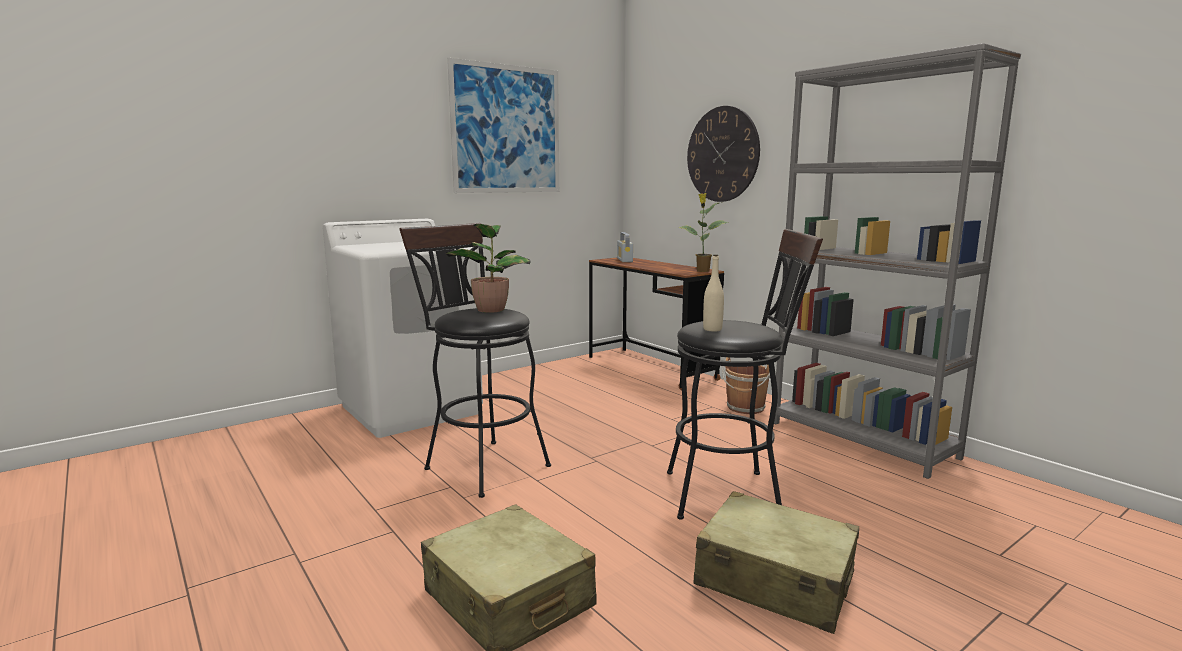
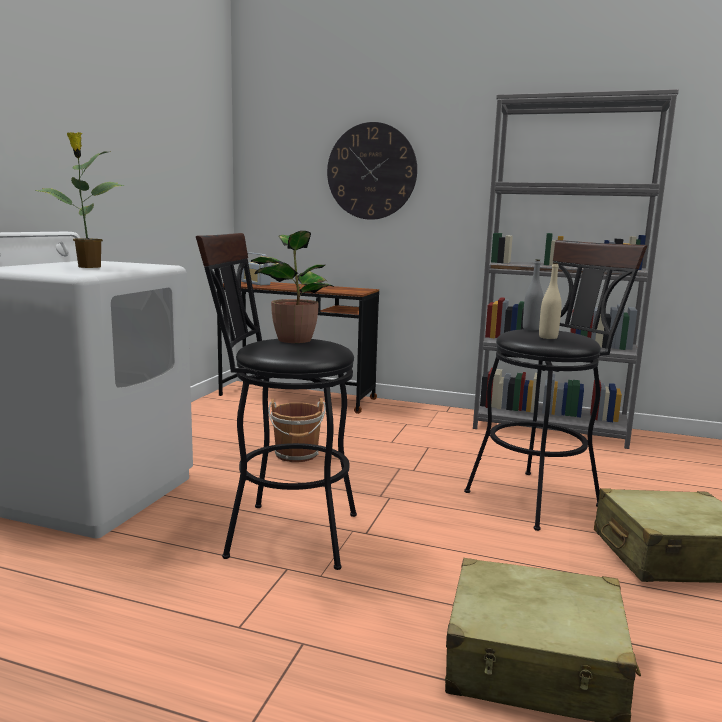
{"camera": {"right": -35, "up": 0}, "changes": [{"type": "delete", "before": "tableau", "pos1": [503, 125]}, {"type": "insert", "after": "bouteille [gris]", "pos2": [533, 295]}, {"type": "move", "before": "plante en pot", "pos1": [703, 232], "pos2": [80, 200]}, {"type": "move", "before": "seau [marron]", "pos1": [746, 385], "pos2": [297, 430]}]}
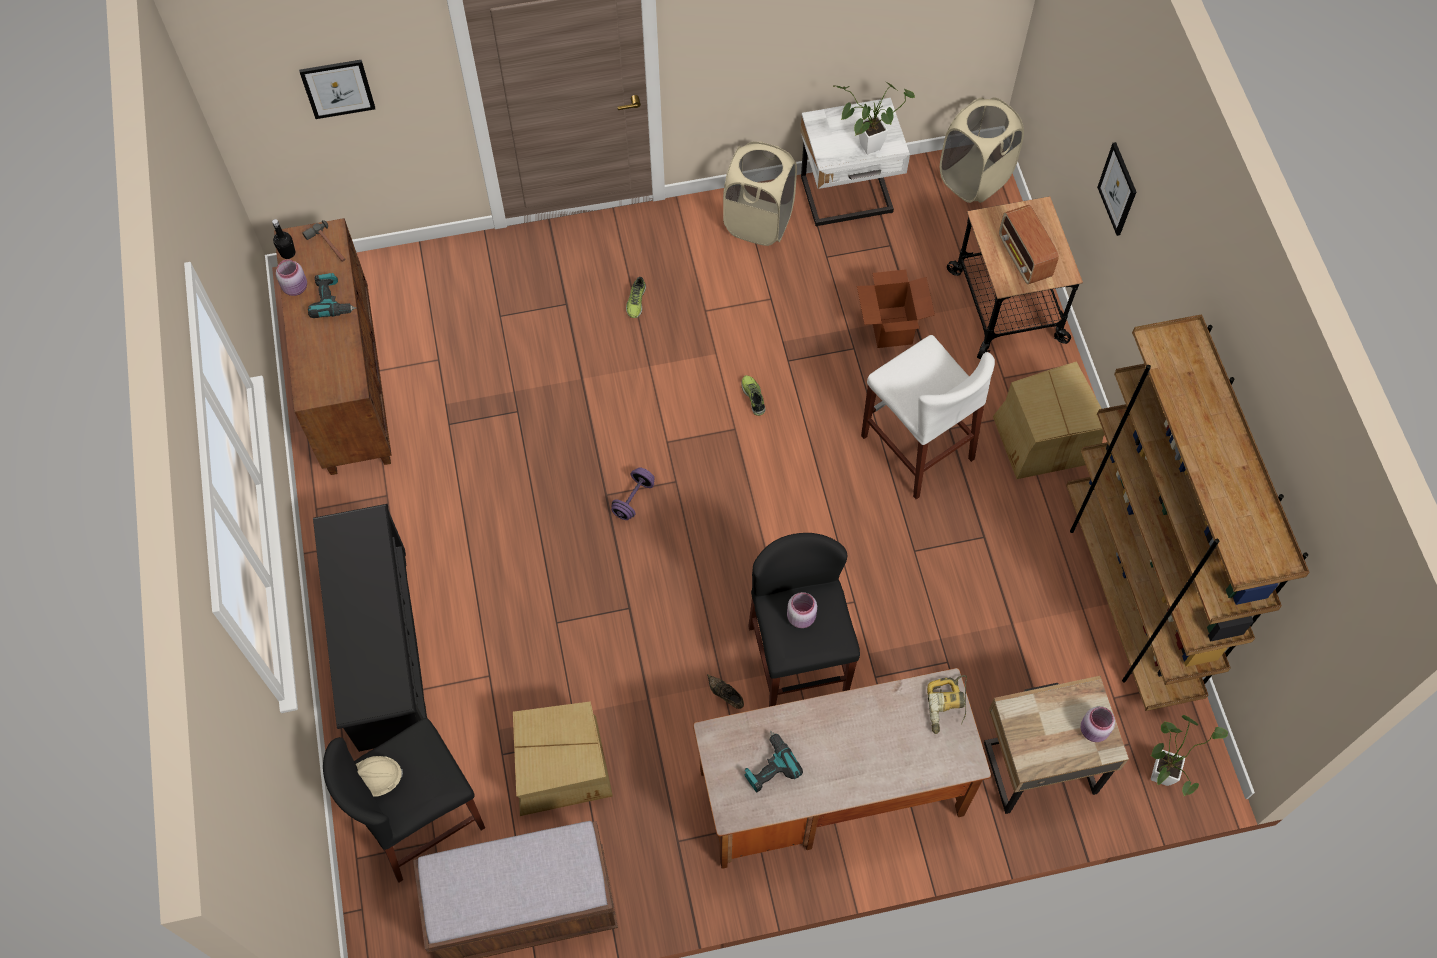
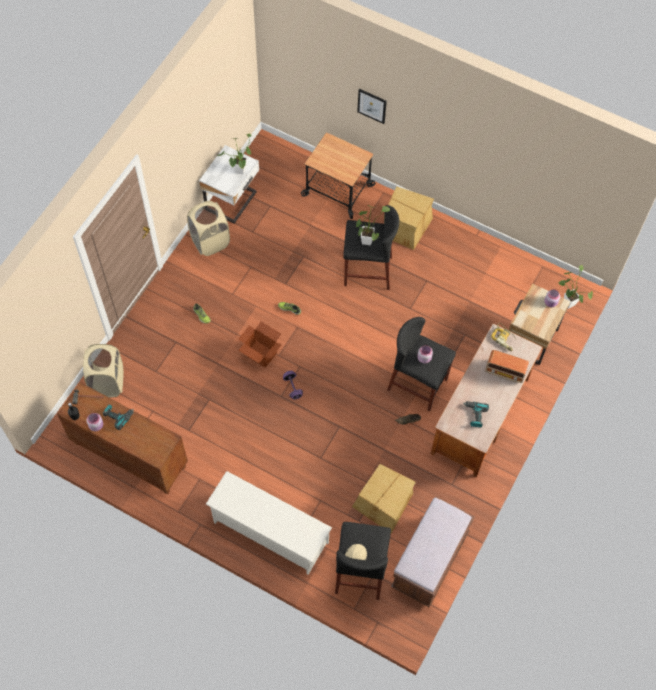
{"camera": {"right": -50, "up": 0}, "changes": [{"type": "delete", "before": "tableau", "pos1": [337, 89]}, {"type": "delete", "before": "bibliothèque [marron]", "pos1": [1188, 512]}, {"type": "insert", "after": "plante en pot", "pos2": [373, 225]}, {"type": "move", "before": "carton", "pos1": [896, 308], "pos2": [260, 344]}, {"type": "move", "before": "panier à linge [beige]", "pos1": [982, 150], "pos2": [103, 371]}, {"type": "move", "before": "radio", "pos1": [1029, 244], "pos2": [507, 366]}, {"type": "recolor", "before": "étagère à chaussures [noir]", "after": "étagère à chaussures [blanc]", "pos1": [370, 628], "pos2": [269, 523]}, {"type": "recolor", "before": "tabouret [blanc]", "after": "tabouret [noir]", "pos1": [928, 417], "pos2": [371, 247]}]}
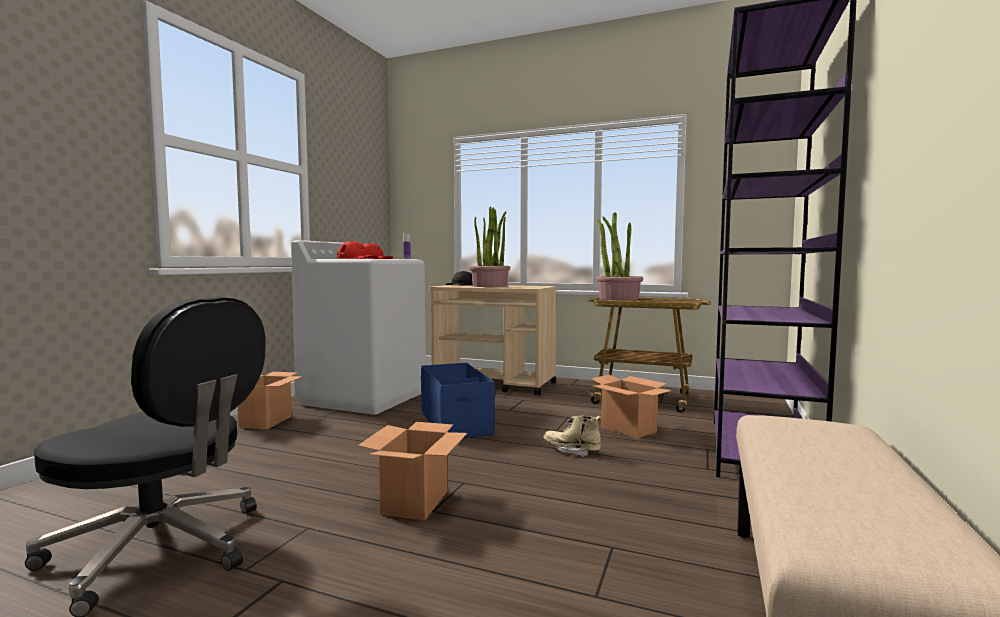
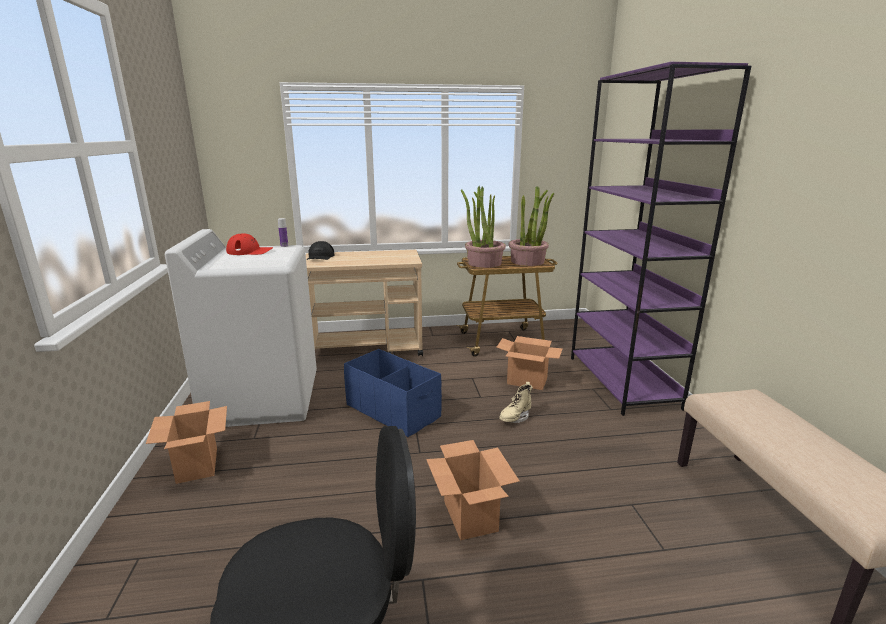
{"camera": {"right": -30, "up": 15}, "changes": [{"type": "delete", "before": "casquette [rouge]", "pos1": [358, 250]}, {"type": "move", "before": "plante en pot", "pos1": [489, 247], "pos2": [531, 226]}, {"type": "rotate", "before": "botte [beige]", "pos1": [572, 436], "pos2": [516, 402], "turn": -45}]}
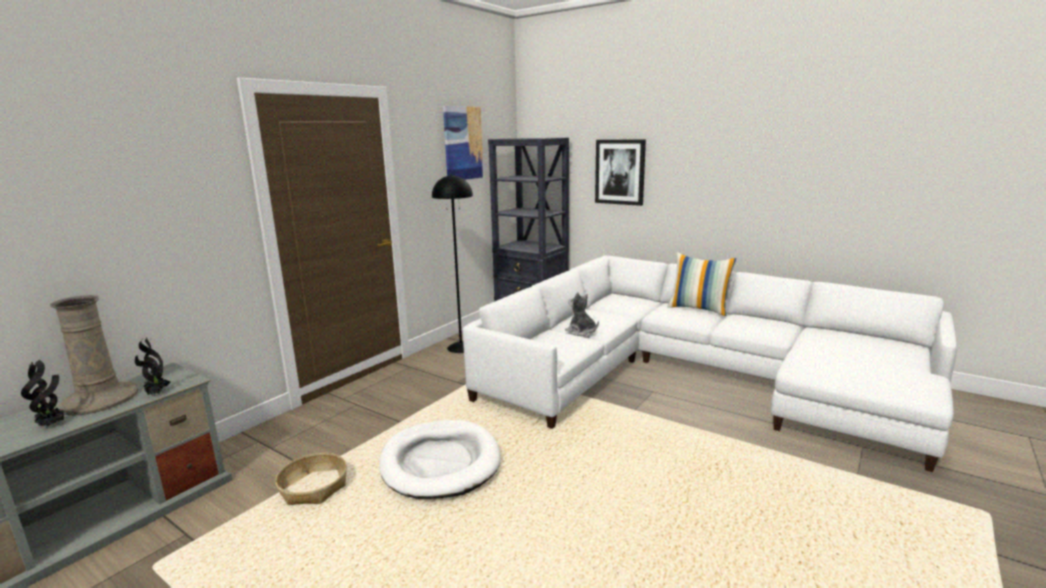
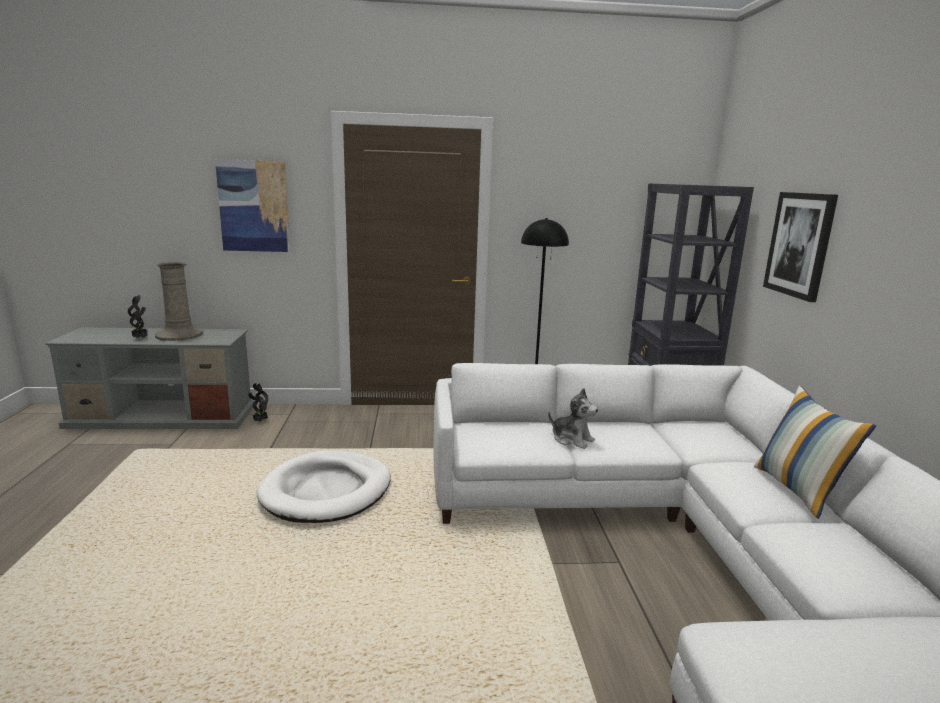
{"camera": {"right": 50, "up": 0}, "changes": [{"type": "delete", "before": "panier", "pos1": [311, 479]}, {"type": "move", "before": "plante en pot", "pos1": [153, 366], "pos2": [258, 402]}, {"type": "move", "before": "tableau", "pos1": [463, 143], "pos2": [252, 205]}, {"type": "rotate", "before": "peluche", "pos1": [582, 314], "pos2": [573, 418], "turn": 120}]}
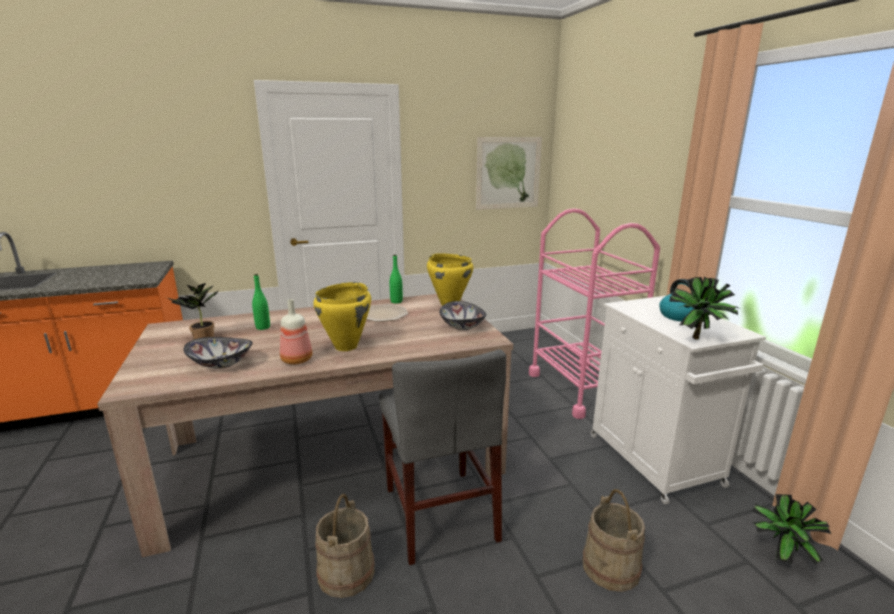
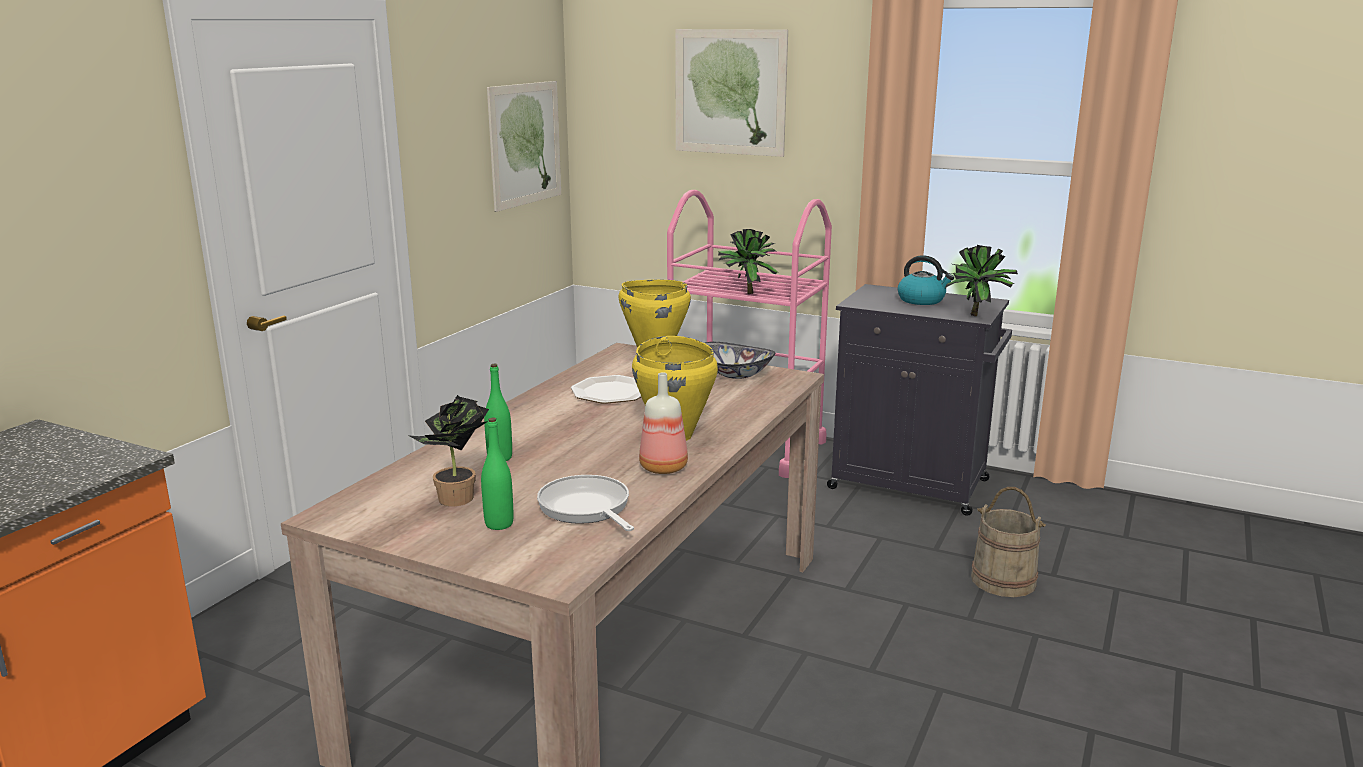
{"camera": {"right": -45, "up": 0}, "changes": [{"type": "delete", "before": "seau [beige]", "pos1": [345, 546]}, {"type": "delete", "before": "chaise [gris]", "pos1": [442, 457]}, {"type": "insert", "after": "tableau", "pos2": [731, 93]}, {"type": "move", "before": "bouteille [vert]", "pos1": [396, 279], "pos2": [497, 473]}, {"type": "move", "before": "plante en pot", "pos1": [791, 529], "pos2": [748, 261]}, {"type": "replace", "before": "bol", "after": "poêle", "pos1": [218, 353], "pos2": [585, 503]}, {"type": "recolor", "before": "meuble de rangement [blanc]", "after": "meuble de rangement [noir]", "pos1": [678, 400], "pos2": [919, 400]}]}
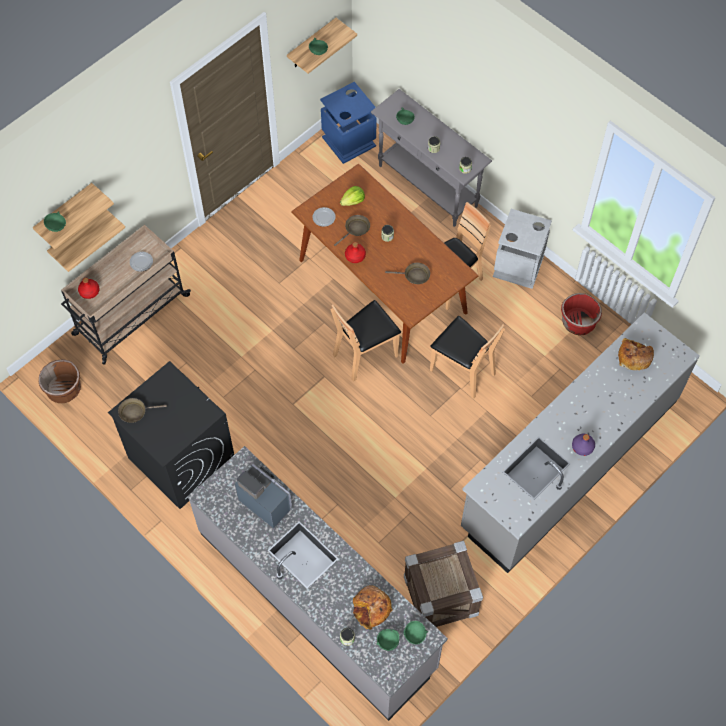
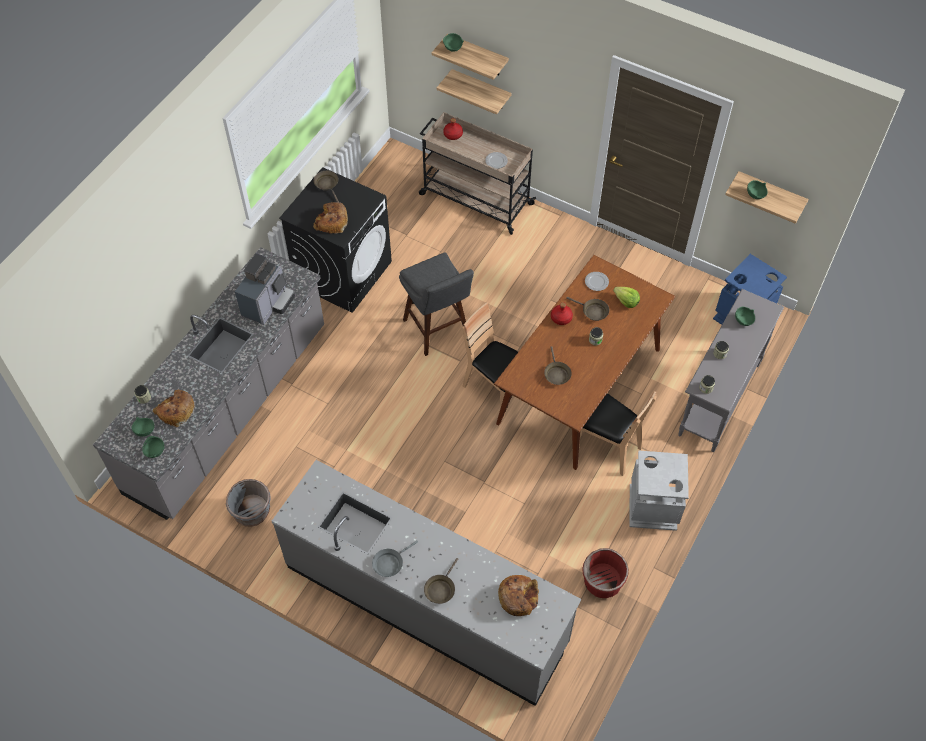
{"camera": {"right": 75, "up": -5}, "changes": [{"type": "delete", "before": "cache-pot [marron]", "pos1": [60, 381]}, {"type": "delete", "before": "chaise [marron]", "pos1": [467, 357]}, {"type": "insert", "after": "pain", "pos2": [330, 218]}, {"type": "insert", "after": "tabouret [gris]", "pos2": [436, 304]}, {"type": "insert", "after": "poêle [marron]", "pos2": [441, 581]}, {"type": "replace", "before": "caisse", "after": "cache-pot [gris]", "pos1": [443, 584], "pos2": [248, 503]}, {"type": "replace", "before": "bouteille [violet]", "after": "poêle [gris]", "pos1": [583, 445], "pos2": [395, 558]}]}
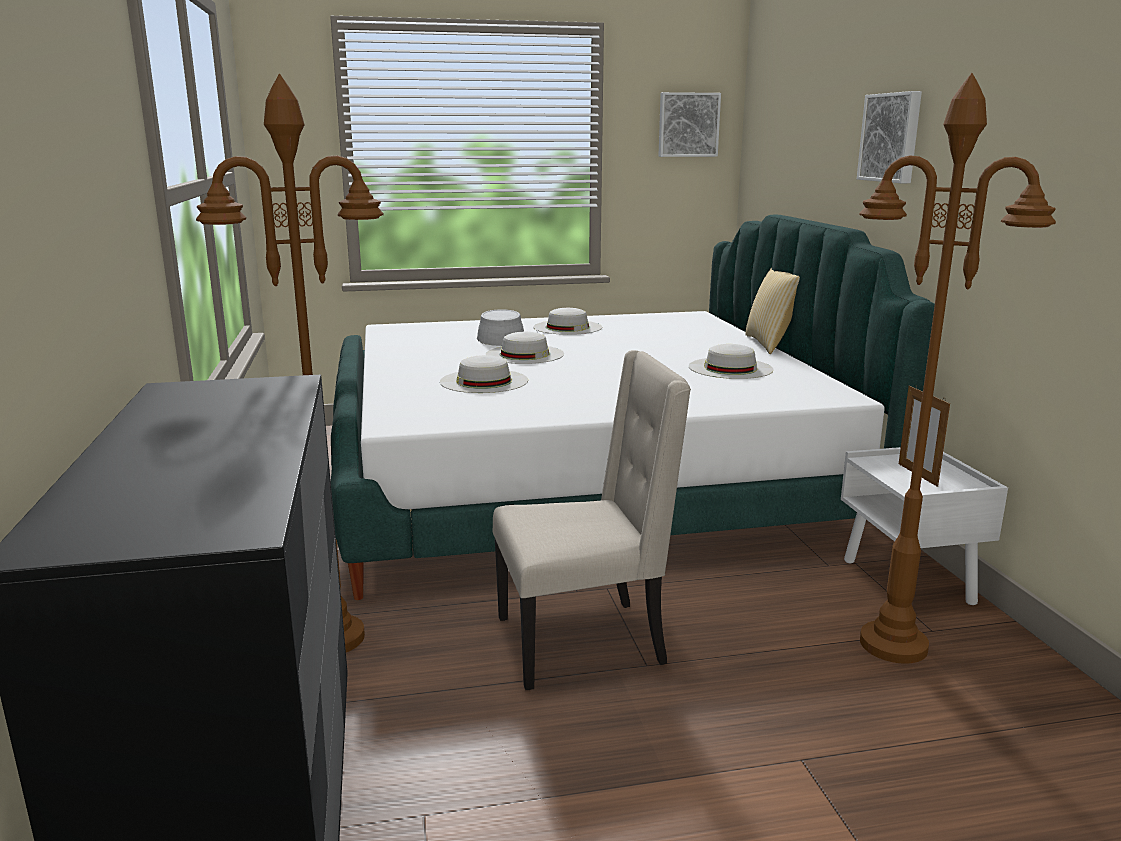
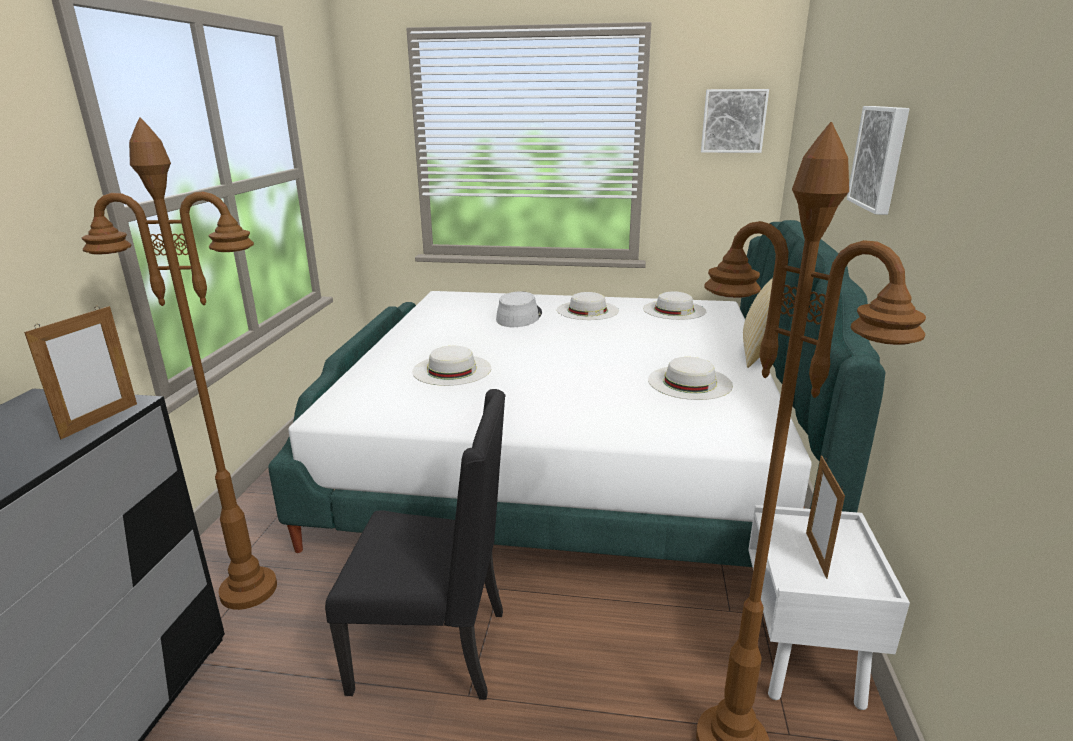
{"camera": {"right": 20, "up": 5}, "changes": [{"type": "insert", "after": "cadre photo", "pos2": [80, 372]}, {"type": "move", "before": "chapeau [blanc]", "pos1": [525, 348], "pos2": [674, 305]}, {"type": "recolor", "before": "chaise [beige]", "after": "chaise [noir]", "pos1": [592, 520], "pos2": [415, 544]}]}
